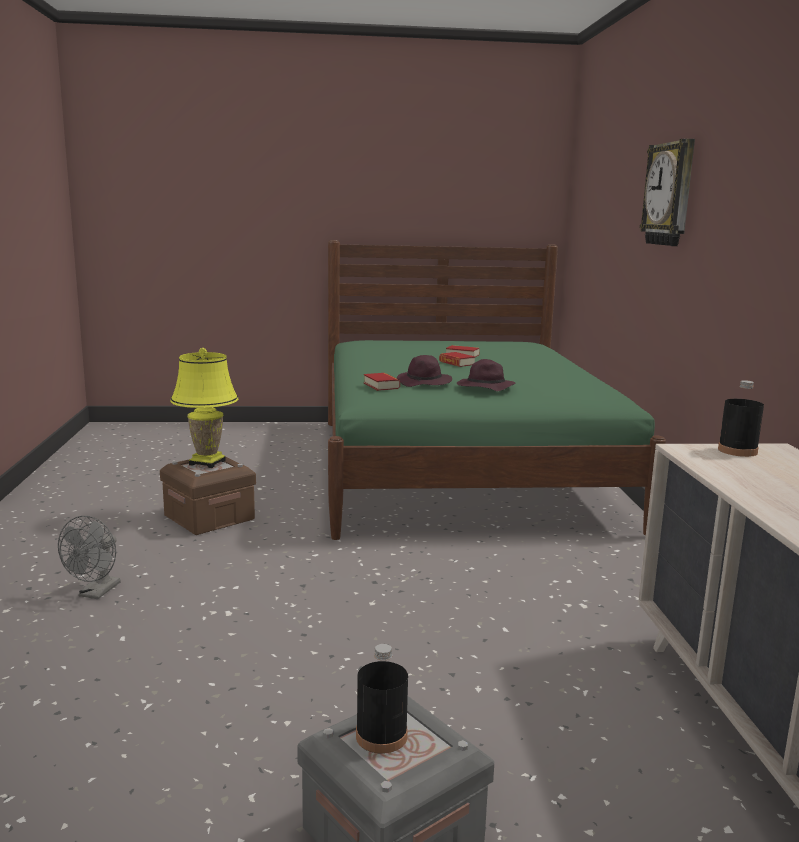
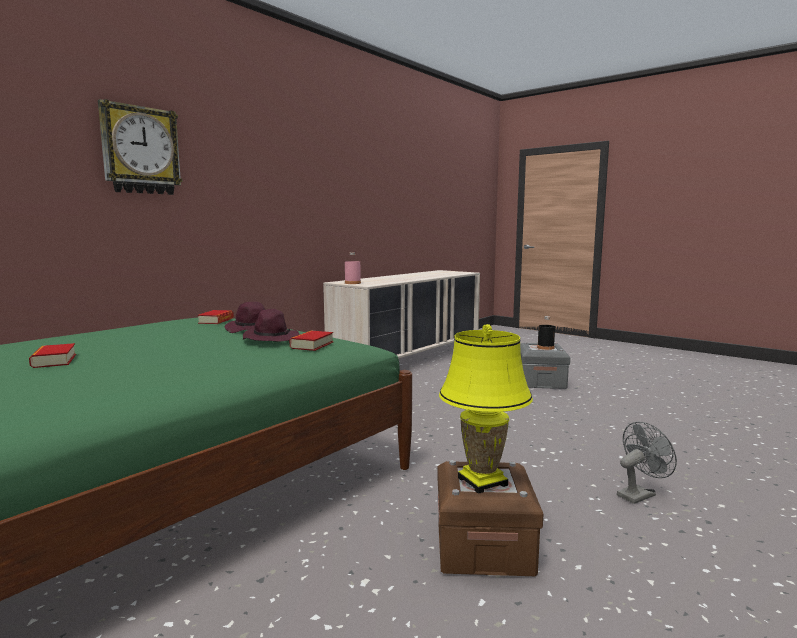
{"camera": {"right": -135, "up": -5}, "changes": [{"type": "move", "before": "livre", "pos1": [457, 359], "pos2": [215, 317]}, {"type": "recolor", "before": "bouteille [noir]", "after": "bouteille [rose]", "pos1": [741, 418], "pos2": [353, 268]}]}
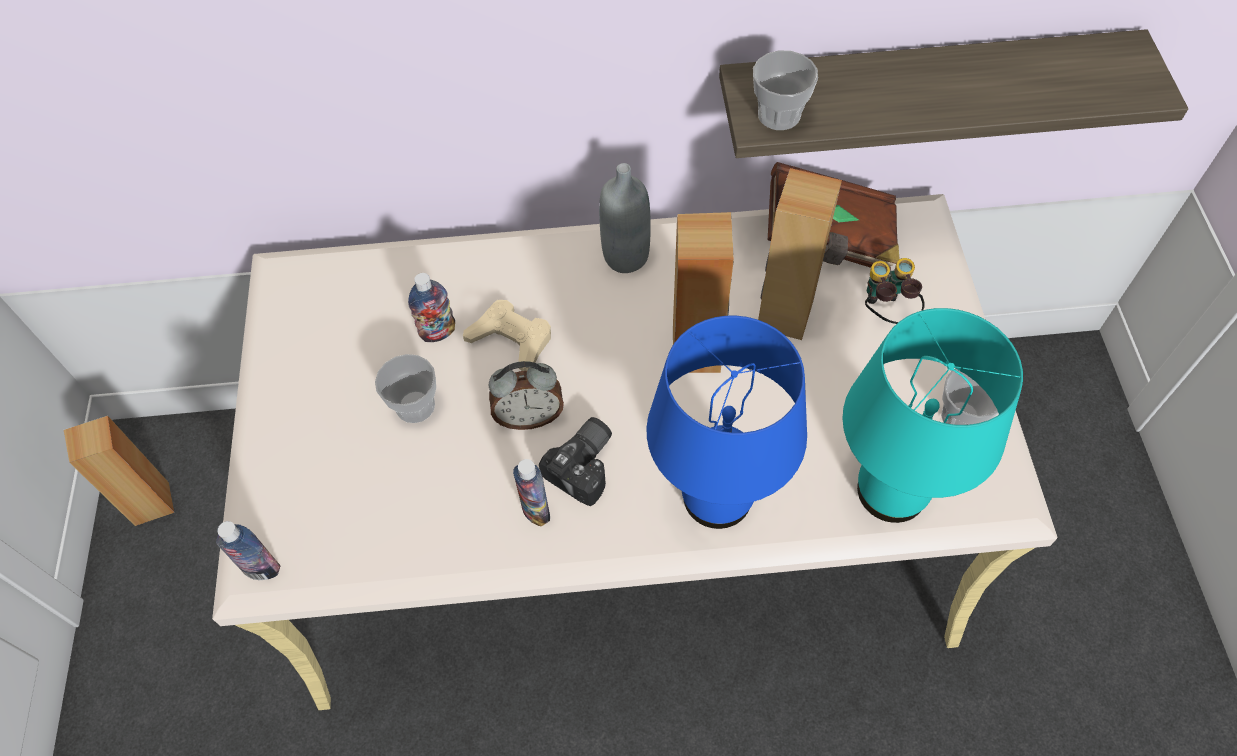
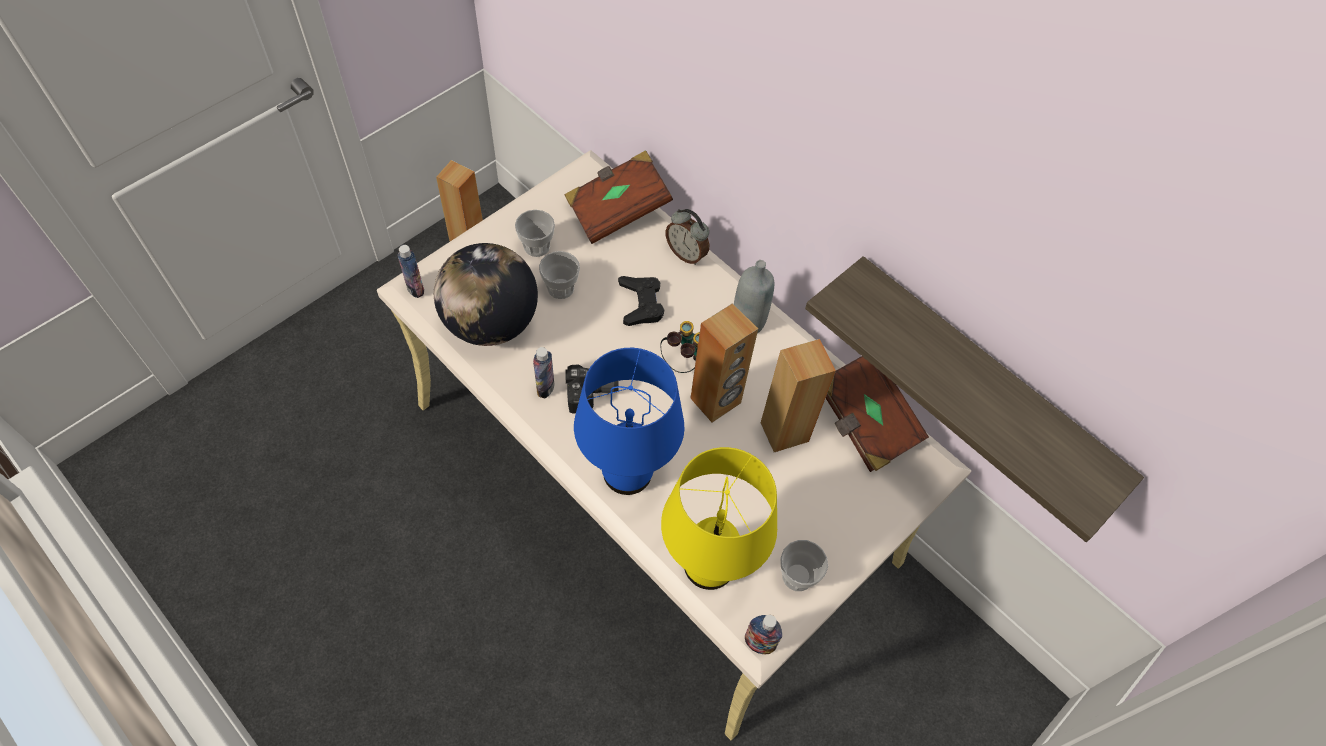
{"camera": {"right": 45, "up": 0}, "changes": [{"type": "insert", "after": "globe", "pos2": [486, 294]}, {"type": "insert", "after": "livre [marron]", "pos2": [619, 197]}, {"type": "move", "before": "bouteille", "pos1": [431, 307], "pos2": [763, 634]}, {"type": "move", "before": "réveil", "pos1": [526, 395], "pos2": [687, 237]}, {"type": "move", "before": "tasse", "pos1": [785, 90], "pos2": [535, 233]}, {"type": "move", "before": "jumelles", "pos1": [895, 291], "pos2": [680, 347]}, {"type": "recolor", "before": "manette [beige]", "after": "manette [noir]", "pos1": [507, 335], "pos2": [641, 301]}, {"type": "recolor", "before": "lampe de table [turquoise]", "after": "lampe de table [jaune]", "pos1": [932, 415], "pos2": [719, 518]}]}
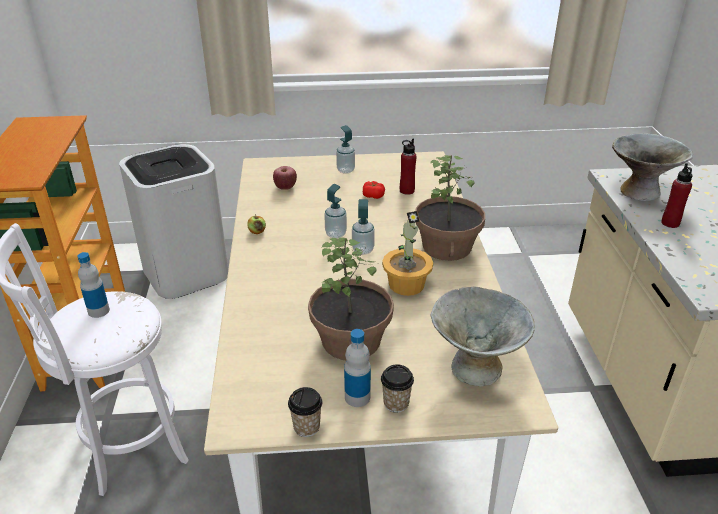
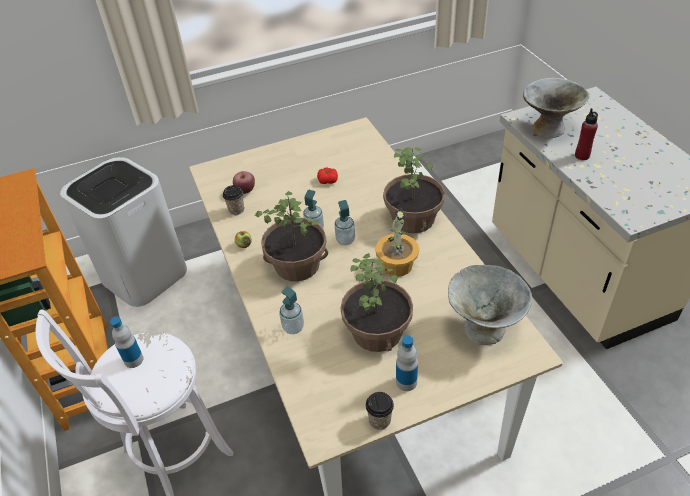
{"camera": {"right": -15, "up": 10}, "changes": [{"type": "delete", "before": "bouteille [rouge]", "pos1": [408, 167]}, {"type": "insert", "after": "plante en pot", "pos2": [291, 236]}, {"type": "move", "before": "distributeur de savon", "pos1": [345, 149], "pos2": [291, 310]}, {"type": "move", "before": "tasse", "pos1": [397, 388], "pos2": [233, 200]}]}
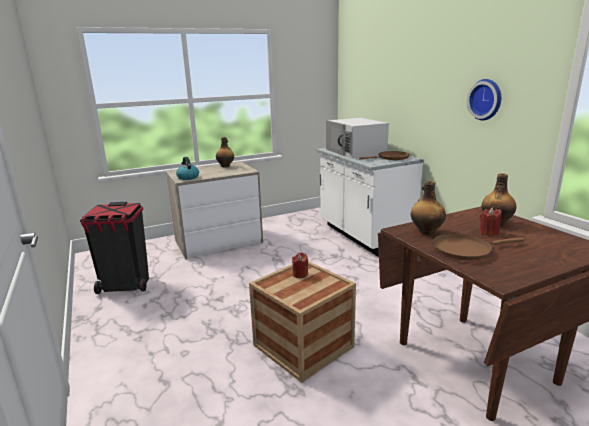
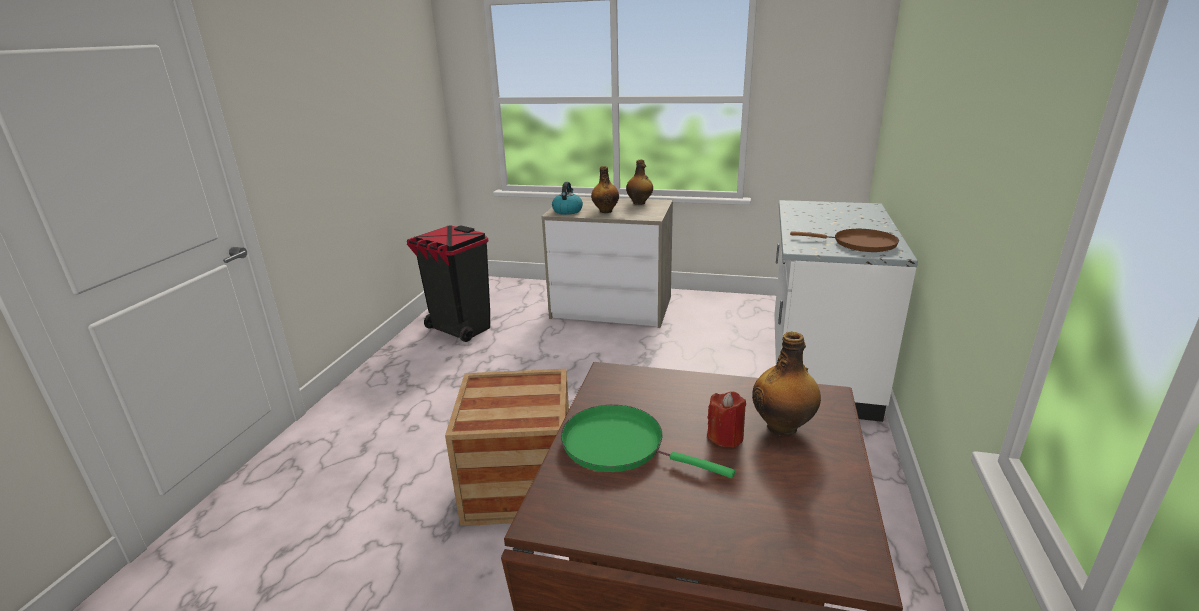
{"camera": {"right": 40, "up": 5}, "changes": [{"type": "delete", "before": "bougie [rouge]", "pos1": [300, 265]}, {"type": "delete", "before": "micro-ondes [blanc]", "pos1": [357, 138]}, {"type": "delete", "before": "horloge murale", "pos1": [484, 99]}, {"type": "move", "before": "bouteille", "pos1": [428, 207], "pos2": [605, 189]}, {"type": "recolor", "before": "poêle [marron]", "after": "poêle [vert]", "pos1": [478, 247], "pos2": [648, 441]}]}
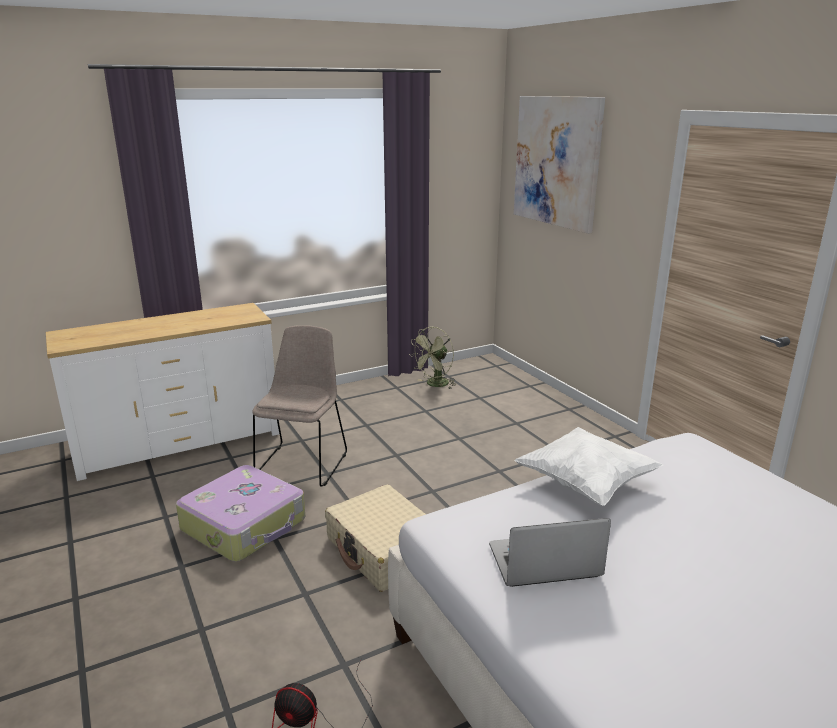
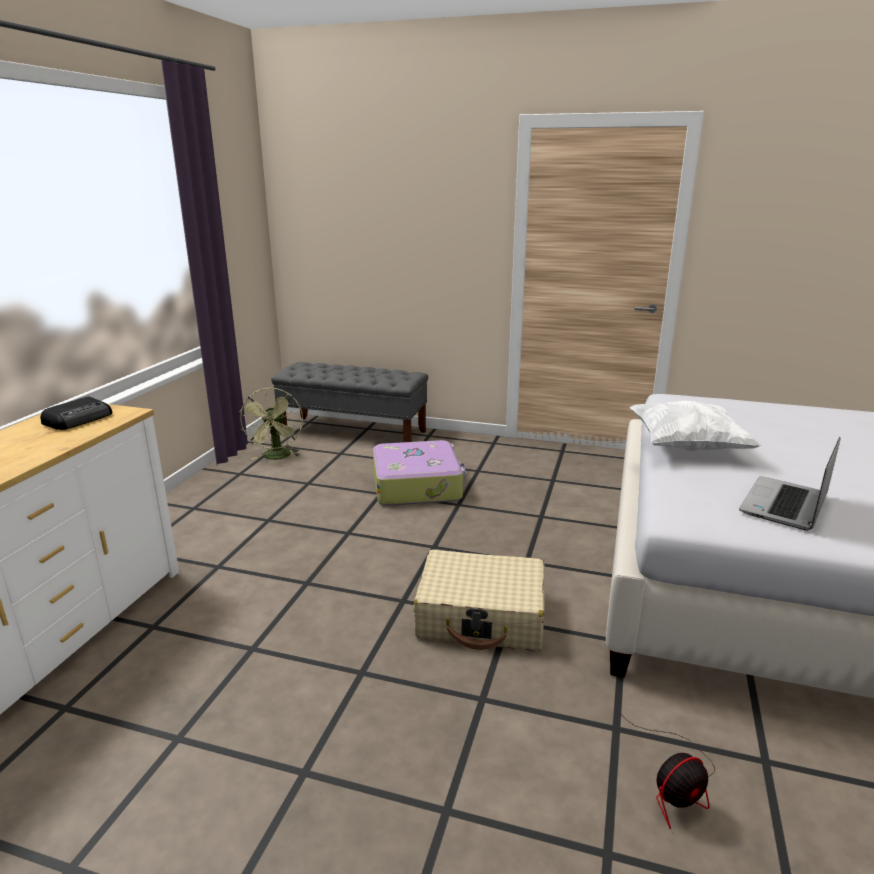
{"camera": {"right": -45, "up": 0}, "changes": [{"type": "delete", "before": "chaise [beige]", "pos1": [299, 406]}, {"type": "delete", "before": "tableau", "pos1": [559, 165]}, {"type": "insert", "after": "radio", "pos2": [76, 413]}, {"type": "insert", "after": "banc [gris]", "pos2": [349, 402]}, {"type": "move", "before": "valise", "pos1": [240, 513], "pos2": [419, 473]}]}
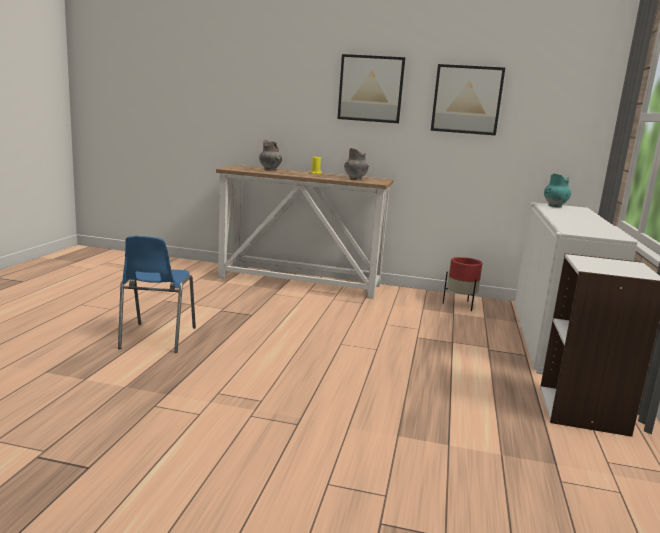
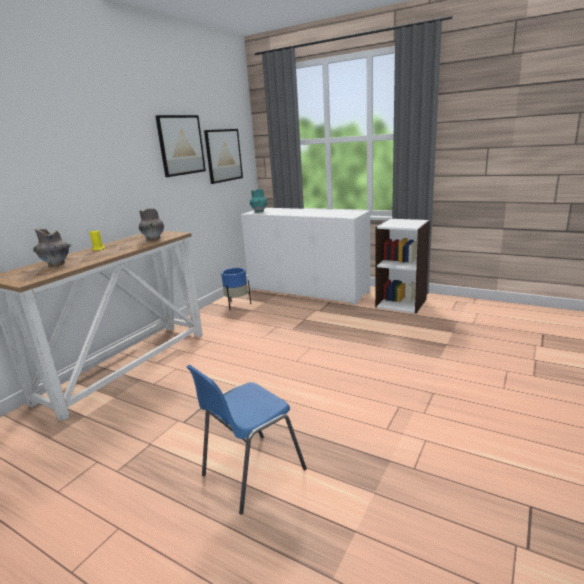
{"camera": {"right": -70, "up": 5}, "changes": [{"type": "move", "before": "tableau", "pos1": [371, 88], "pos2": [223, 156]}, {"type": "recolor", "before": "cache-pot [rouge]", "after": "cache-pot [bleu]", "pos1": [463, 284], "pos2": [236, 289]}, {"type": "rotate", "before": "chaise [bleu]", "pos1": [157, 294], "pos2": [247, 440], "turn": 120}]}
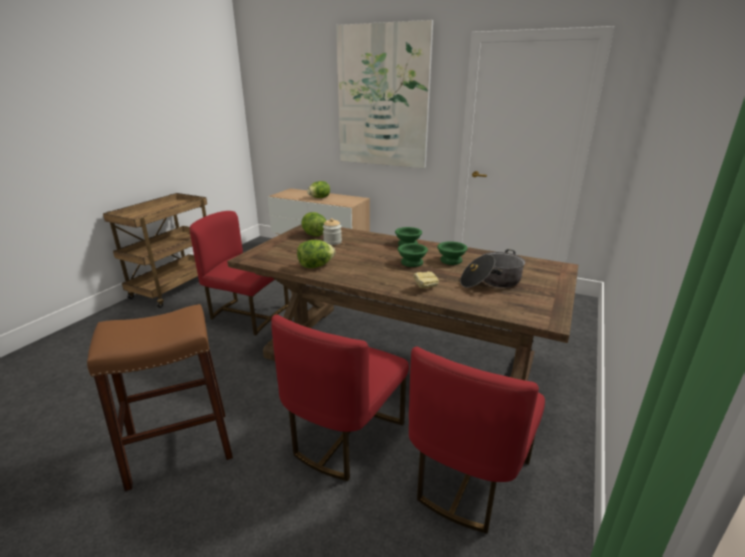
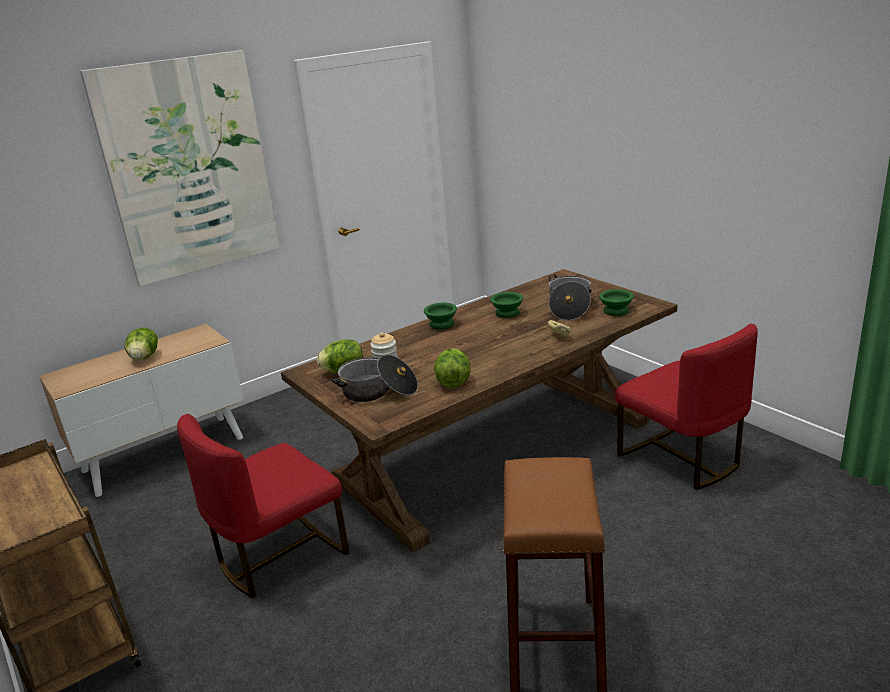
{"camera": {"right": -60, "up": 0}, "changes": [{"type": "delete", "before": "chaise [rouge]", "pos1": [340, 397]}, {"type": "insert", "after": "marmite", "pos2": [374, 378]}, {"type": "move", "before": "bol [vert]", "pos1": [413, 255], "pos2": [616, 302]}]}
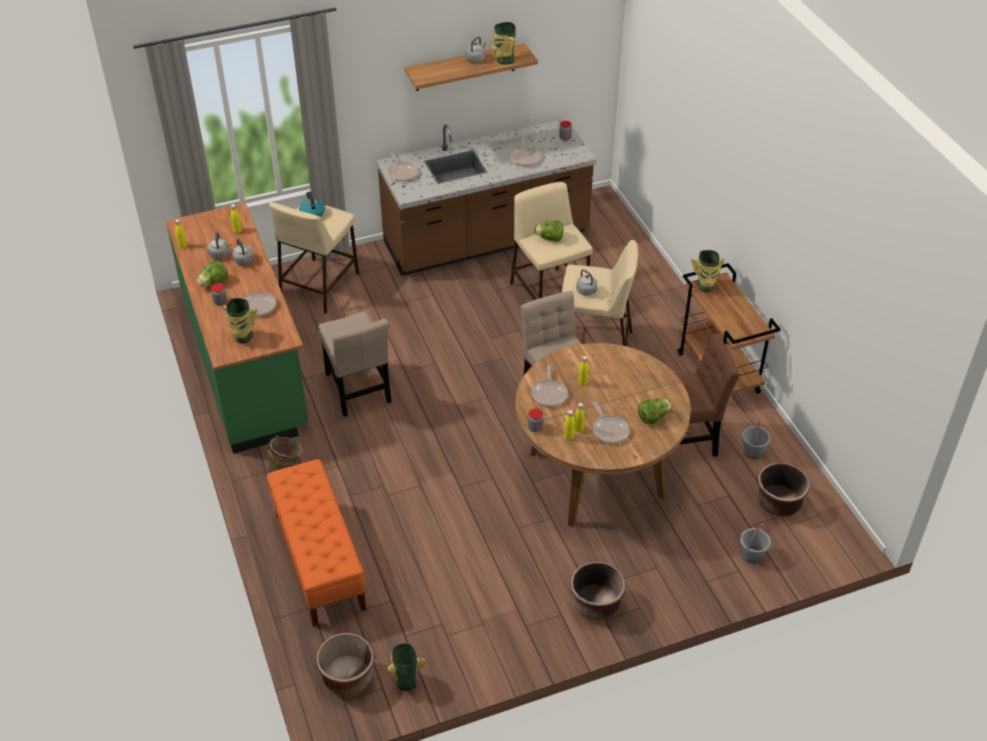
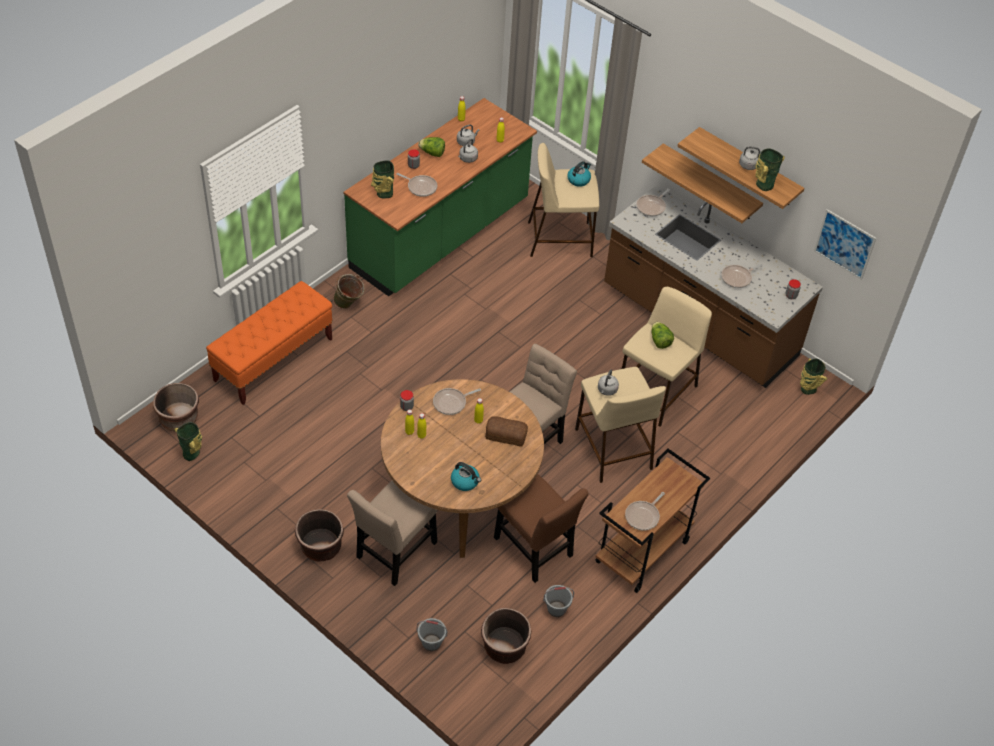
{"camera": {"right": 60, "up": 5}, "changes": [{"type": "insert", "after": "pain", "pos2": [506, 431]}, {"type": "insert", "after": "étagère", "pos2": [702, 183]}, {"type": "insert", "after": "tableau", "pos2": [845, 244]}, {"type": "move", "before": "chaise [beige]", "pos1": [354, 364], "pos2": [392, 533]}, {"type": "move", "before": "poêle", "pos1": [610, 422], "pos2": [645, 511]}, {"type": "move", "before": "vase", "pos1": [707, 271], "pos2": [813, 376]}, {"type": "replace", "before": "laitue", "after": "bouilloire", "pos1": [655, 411], "pos2": [466, 476]}]}
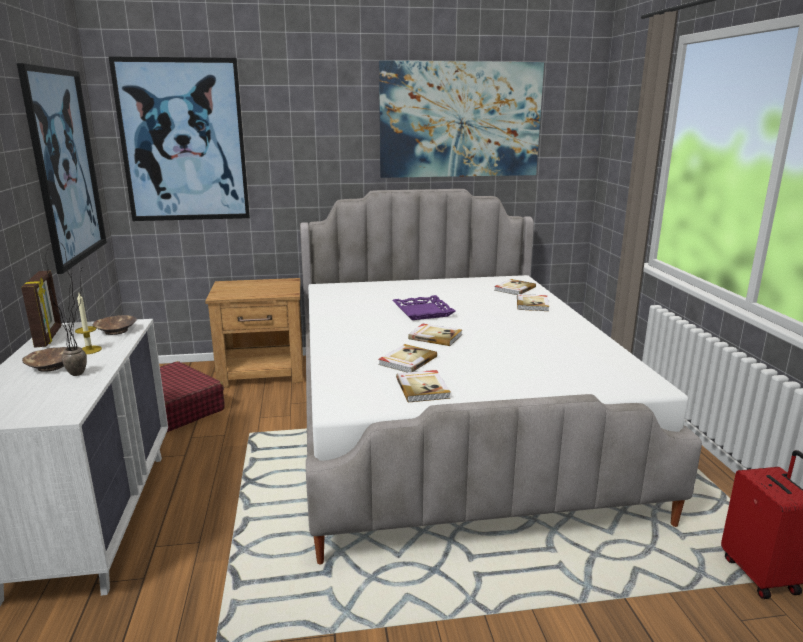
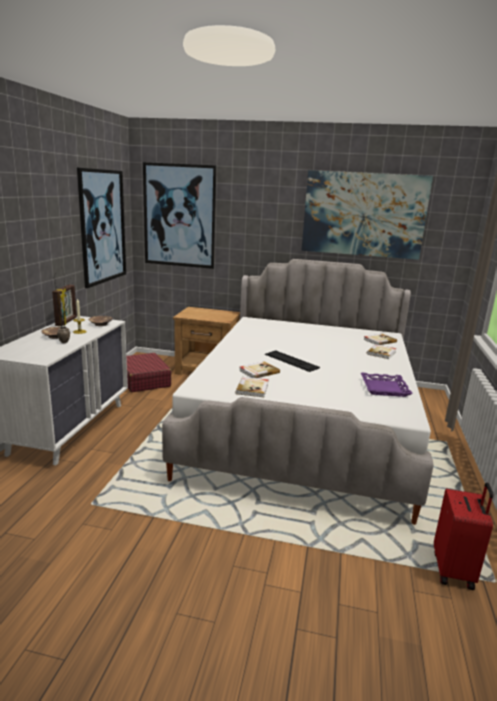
{"camera": {"right": 20, "up": 0}, "changes": [{"type": "move", "before": "plateau [violet]", "pos1": [424, 307], "pos2": [387, 385]}, {"type": "replace", "before": "livre", "after": "clavier", "pos1": [435, 335], "pos2": [292, 361]}]}
